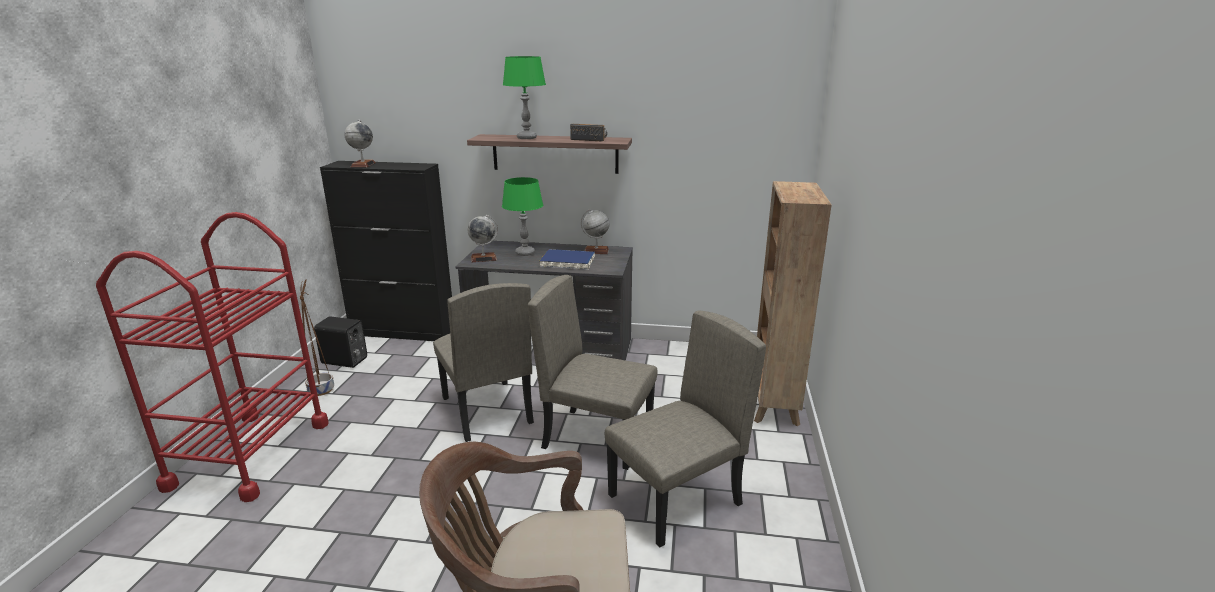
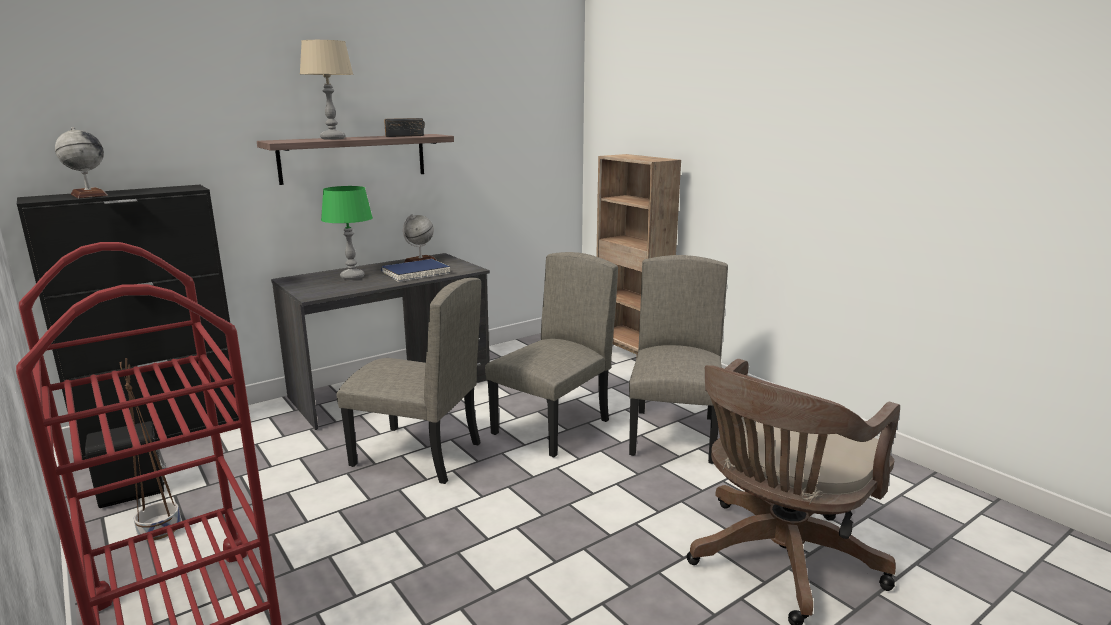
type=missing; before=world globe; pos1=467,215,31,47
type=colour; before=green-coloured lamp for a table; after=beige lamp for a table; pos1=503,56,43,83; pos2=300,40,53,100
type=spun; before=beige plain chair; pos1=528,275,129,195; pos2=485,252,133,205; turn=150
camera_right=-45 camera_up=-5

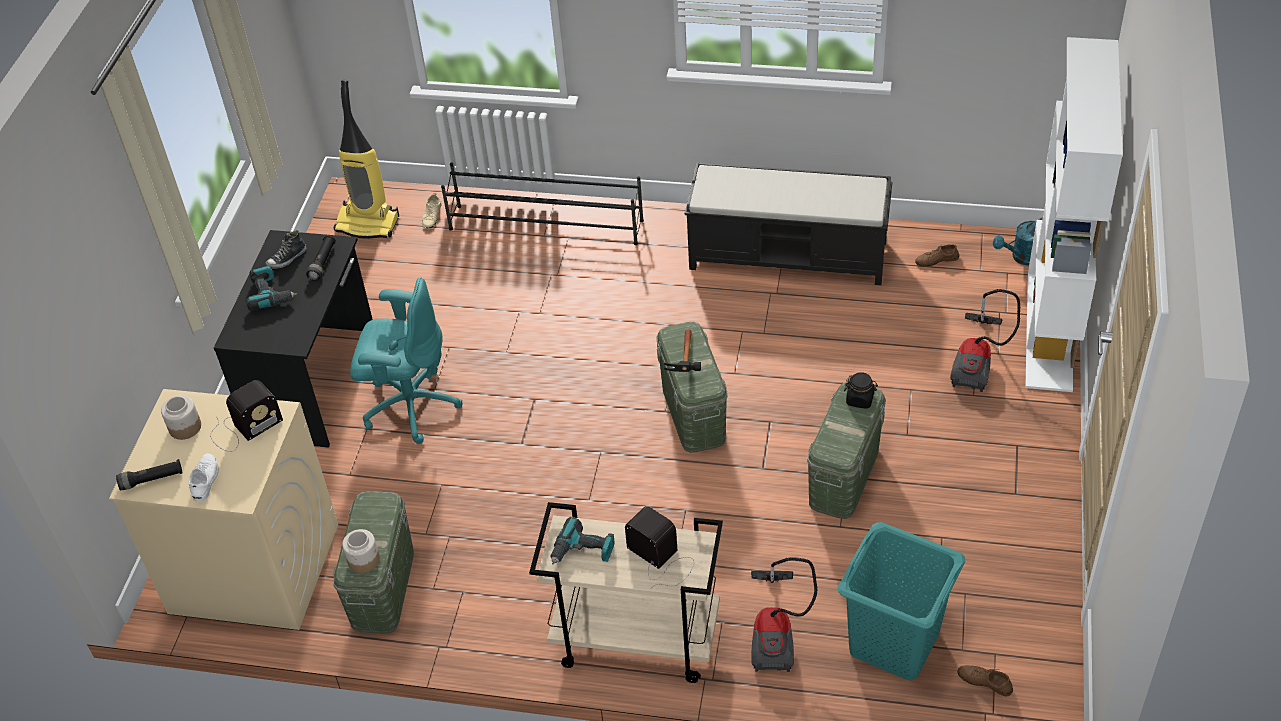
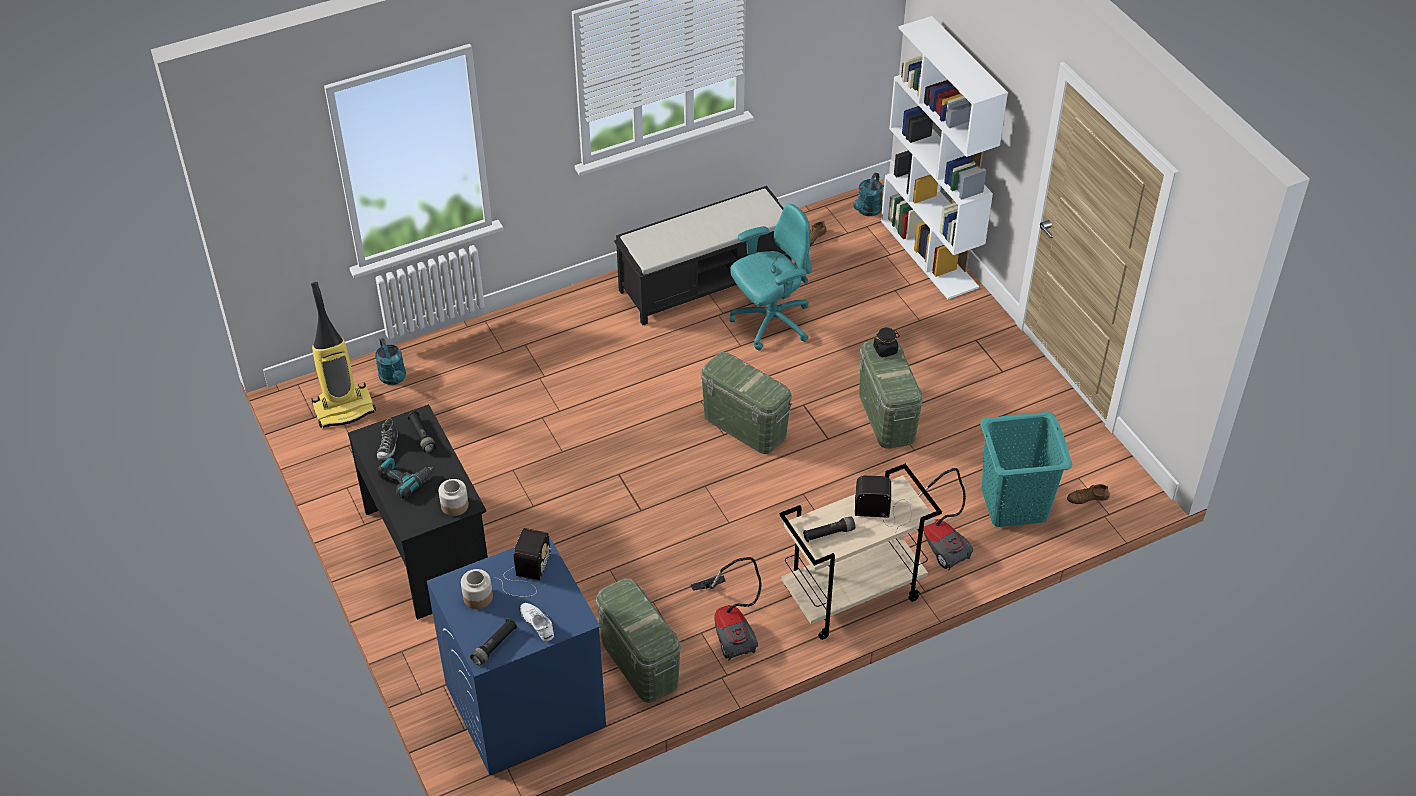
type=colour; before=beige washing machine; after=bluish washing machine; pos1=109,389,229,241; pos2=427,536,179,239
type=relocated; before=storage jar; pos1=342,529,38,44; pos2=439,479,30,37
type=relocated; before=turquoise office chair; pos1=350,278,112,166; pos2=730,204,82,146
type=exchanged; before=beige shoe; after=turquoise sprinkling can; pos1=422,193,20,36; pos2=375,338,31,47
type=missing; before=black shoe rack; pos1=441,163,203,82
type=exchanged; before=power drill; after=black hand torch; pos1=550,517,64,48; pos2=803,517,52,25
type=missing; before=hand hammer; pos1=664,329,37,43
type=relocated; before=hoover; pos1=950,289,70,103; pos2=690,557,72,103
camera_right=-40 camera_up=0

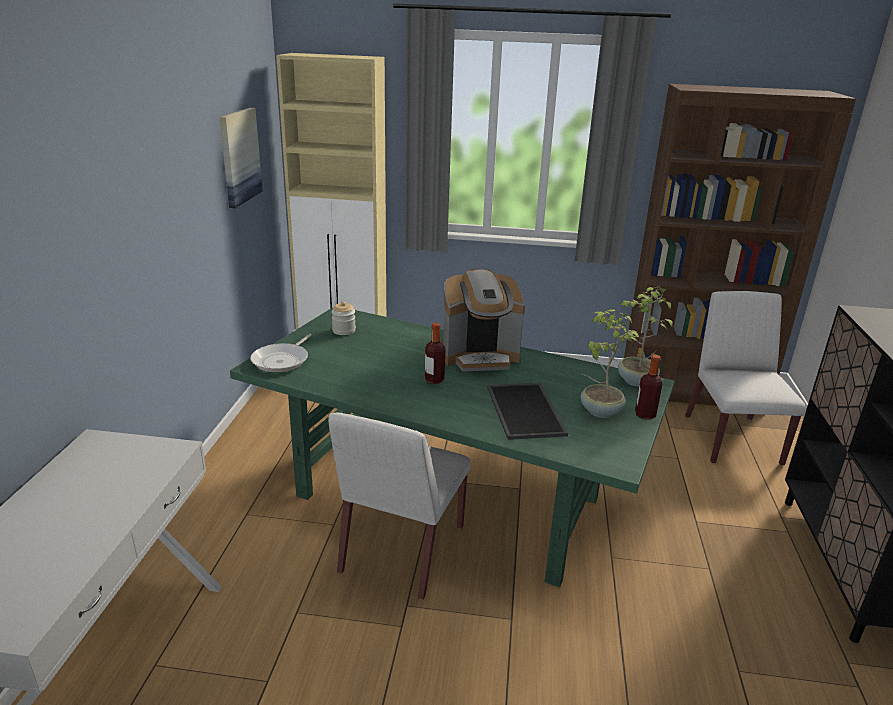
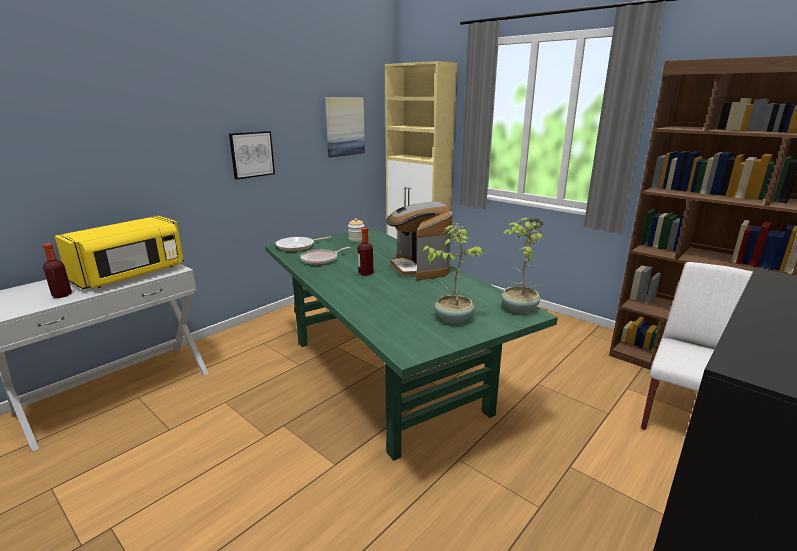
type=missing; before=white-coloured plain chair; pos1=328,413,142,187
type=spun; before=coffee brewer; pos1=443,269,82,103; pos2=386,202,67,78; turn=45
type=missing; before=tray; pos1=487,383,81,57
type=relocated; before=drink bottle; pos1=635,355,28,65; pos2=43,243,29,55
type=appeared; after=yellowish microwave; pos2=55,216,129,73
type=appeared; after=picture; pos2=229,131,46,49
type=appeared; after=frying pan; pos2=300,247,50,18
camera_right=35 camera_up=-5

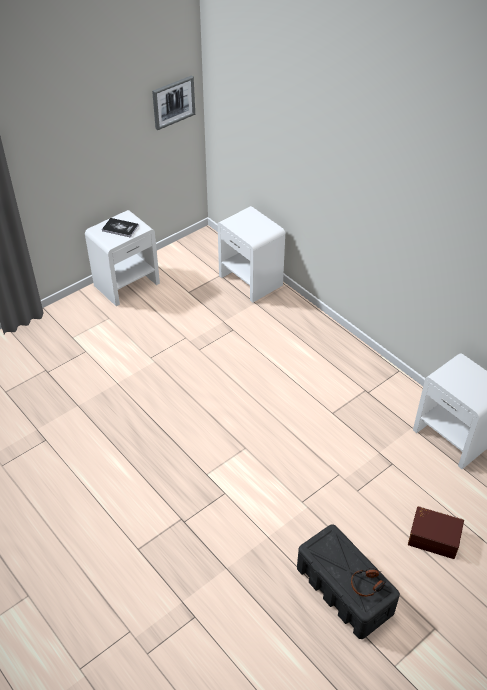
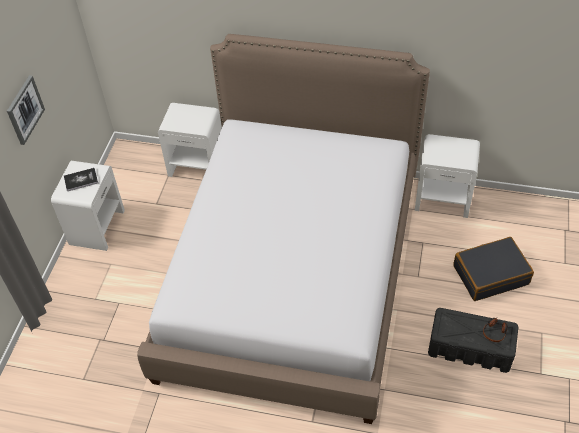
type=relocated; before=picture; pos1=152,75,43,55; pos2=7,75,38,70
type=exchanged; before=brownish storage container; after=black travel case; pos1=408,506,56,53; pos2=453,237,81,64
type=appeared; after=sleeping bed; pos2=137,34,293,390
camera_right=-35 camera_up=5

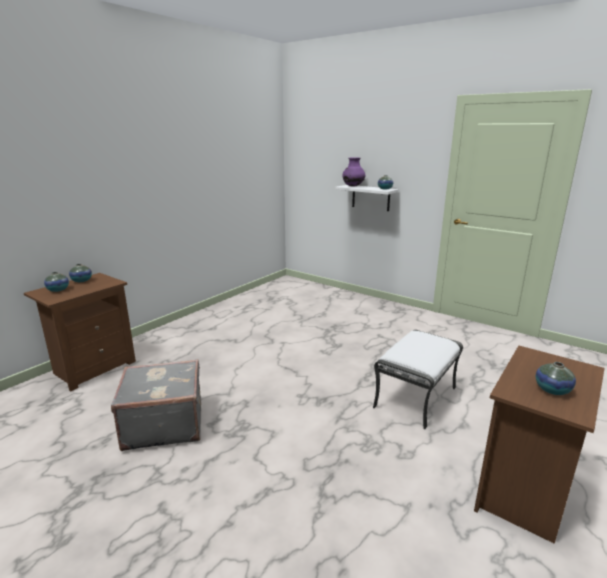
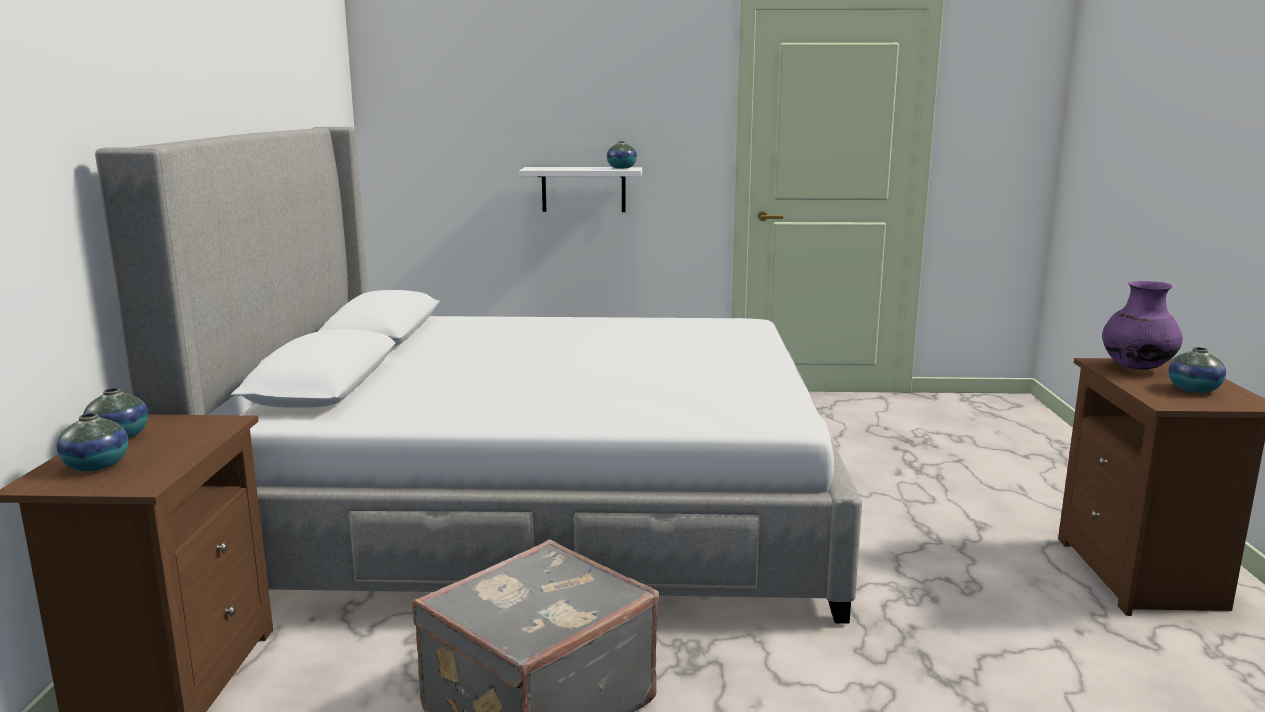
type=relocated; before=purple-coloured decorative vase; pos1=342,158,23,28; pos2=1102,281,81,88
type=missing; before=white-coloured ottoman; pos1=373,330,90,99
type=appeared; after=sleeping bed; pos2=95,127,767,497
camera_right=-35 camera_up=-5

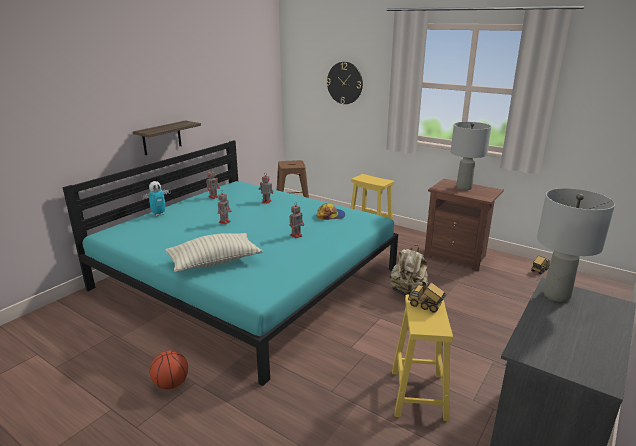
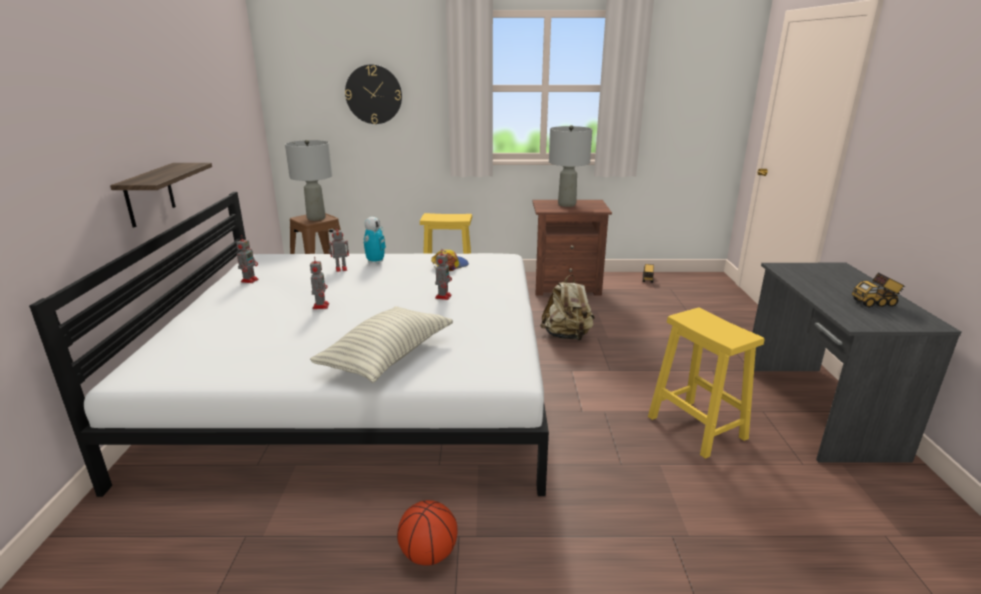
type=colour; before=turquoise sleeping bed; after=white-coloured sleeping bed; pos1=63,140,335,246; pos2=29,192,520,305
type=relocated; before=robot figure; pos1=141,181,30,35; pos2=363,217,23,47
type=relocated; before=toy truck; pos1=408,282,38,30; pos2=852,272,53,36
type=relocated; before=grey lamp for a table; pos1=537,188,78,114; pos2=285,140,47,81
camera_right=-35 camera_up=0

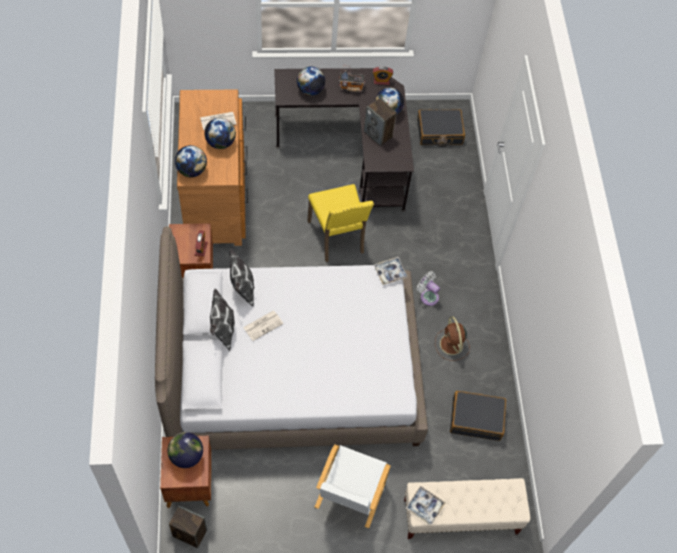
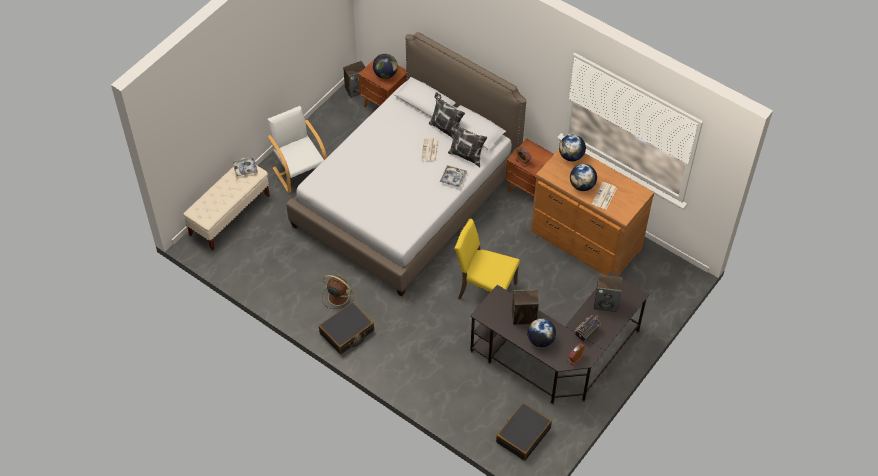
type=exchanged; before=world globe; after=speaker; pos1=297,66,28,30; pos2=594,275,28,37
type=relocated; before=tray; pos1=374,257,34,28; pos2=440,165,27,23
type=missing; before=white-coloured fan; pos1=417,271,23,35
type=relocated; before=black travel case; pos1=450,391,56,50; pos2=319,302,55,52
camera_right=135 camera_up=-5

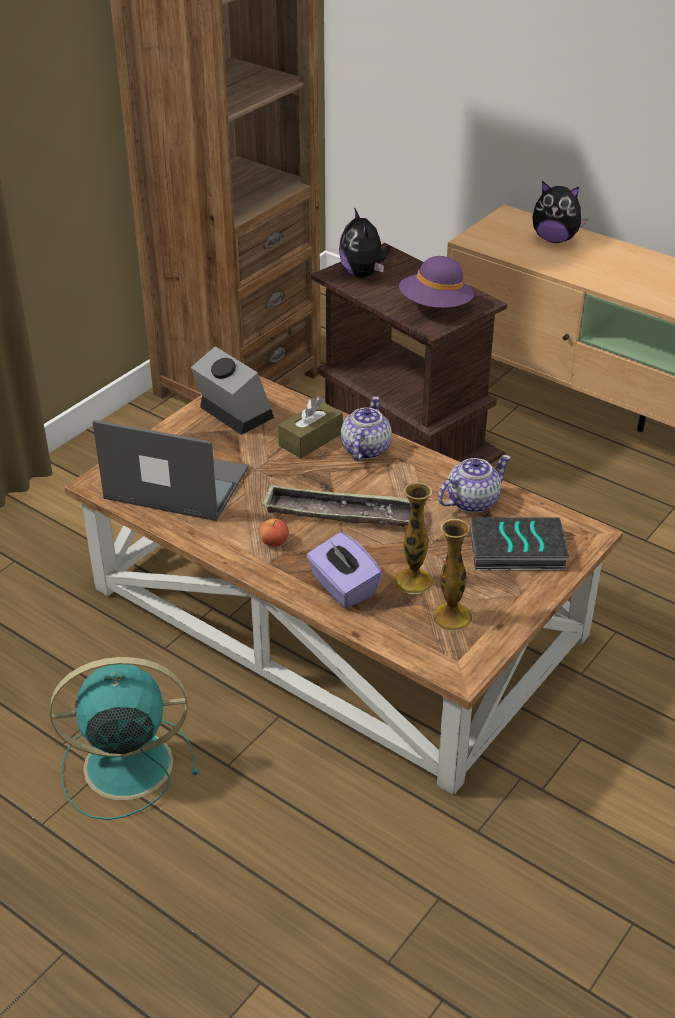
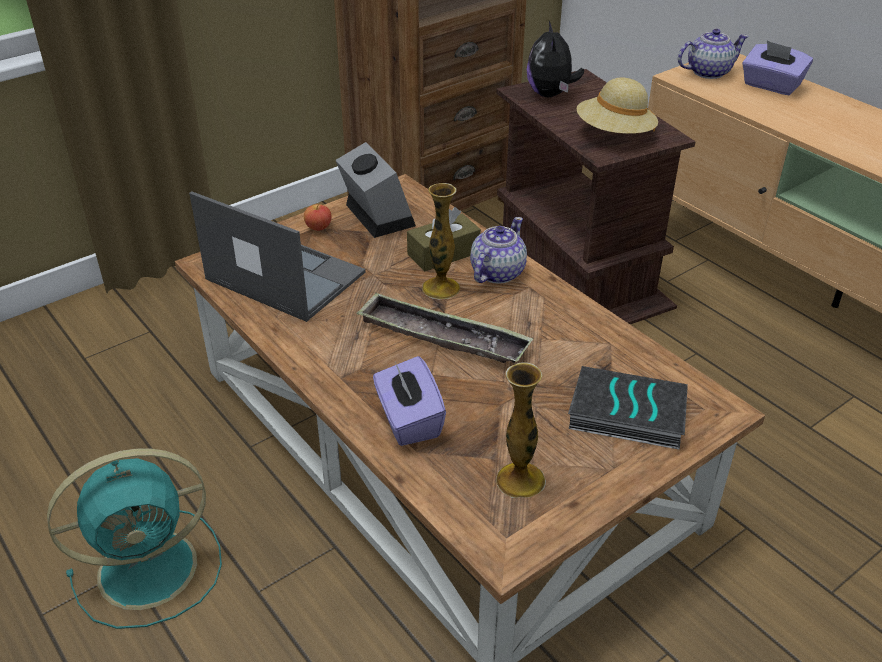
type=spun; before=turquoise fan; pos1=50,657,148,163; pos2=47,448,175,181; turn=150
type=relocated; before=apple; pos1=259,519,30,28; pos2=304,204,28,27
type=relocated; before=decorative vase; pos1=394,482,39,112; pos2=422,183,38,116
type=colour; before=purple-coloured wearable hat; after=beige wearable hat; pos1=399,256,75,52; pos2=577,78,81,56
type=relocated; before=teapot; pos1=438,455,73,58; pos2=678,29,71,50
type=exchanged; before=plush toy; after=purple-coloured box of tissues; pos1=533,181,55,62; pos2=742,41,71,54
camera_right=15 camera_up=0

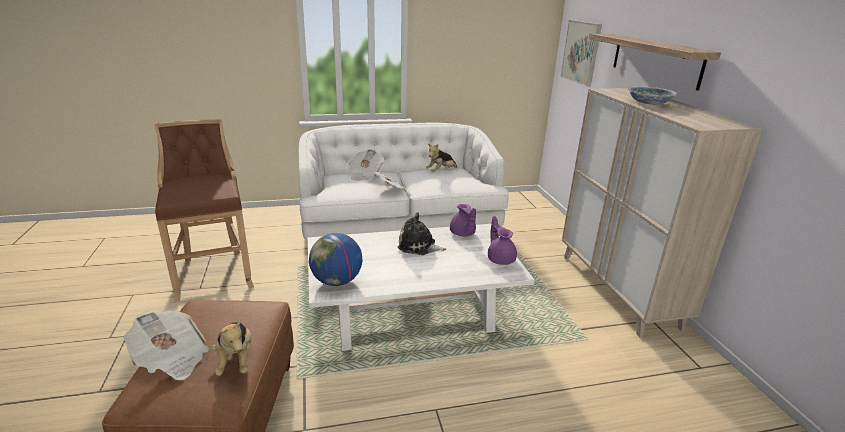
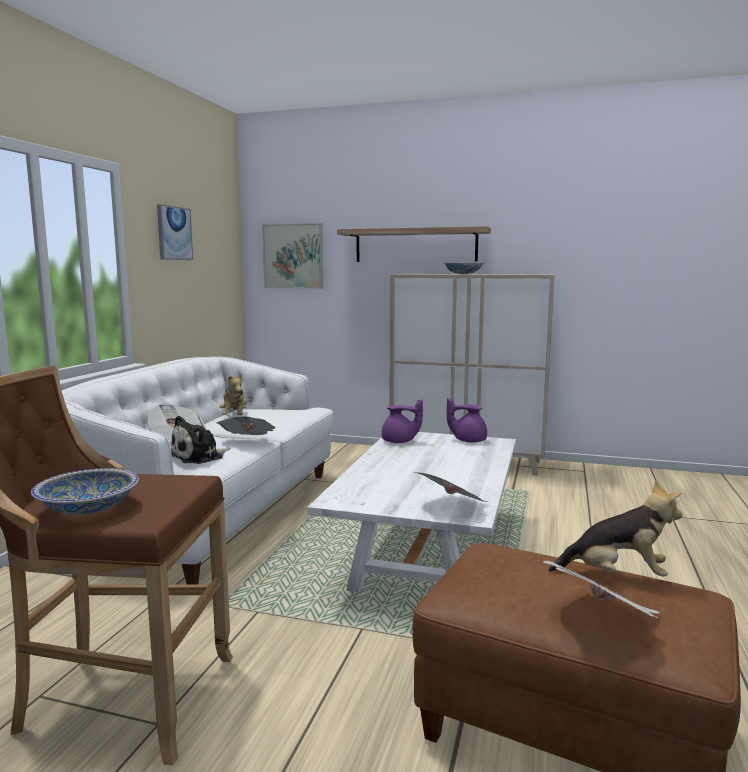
type=exchanged; before=world globe; after=daily paper; pos1=309,233,53,53; pos2=414,472,75,30
type=relocated; before=plush toy; pos1=398,212,49,43; pos2=171,416,59,48
type=appeared; after=serving bowl; pos2=31,468,108,47
type=appeared; after=picture; pos2=157,204,36,56
camera_right=-60 camera_up=-15

